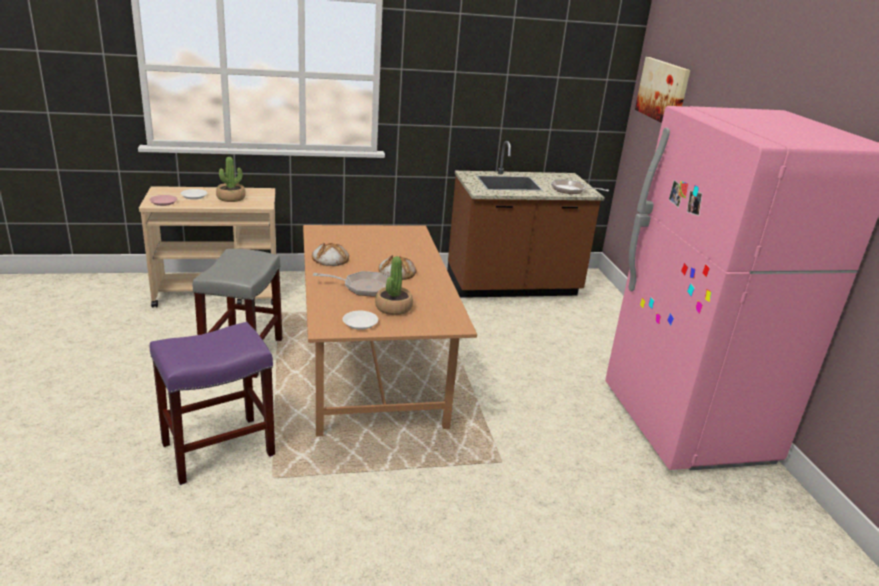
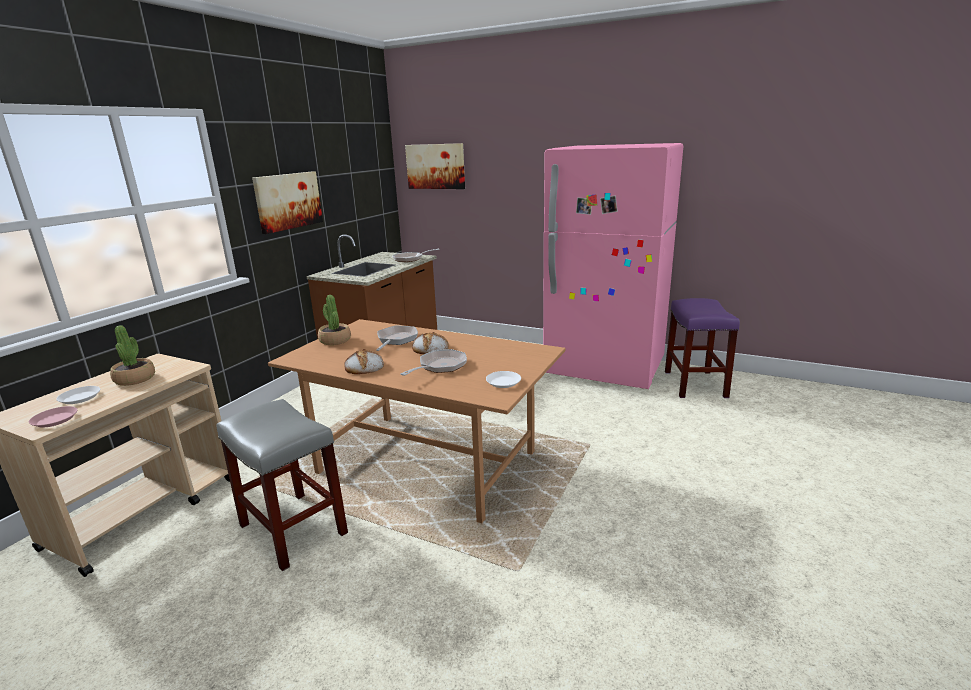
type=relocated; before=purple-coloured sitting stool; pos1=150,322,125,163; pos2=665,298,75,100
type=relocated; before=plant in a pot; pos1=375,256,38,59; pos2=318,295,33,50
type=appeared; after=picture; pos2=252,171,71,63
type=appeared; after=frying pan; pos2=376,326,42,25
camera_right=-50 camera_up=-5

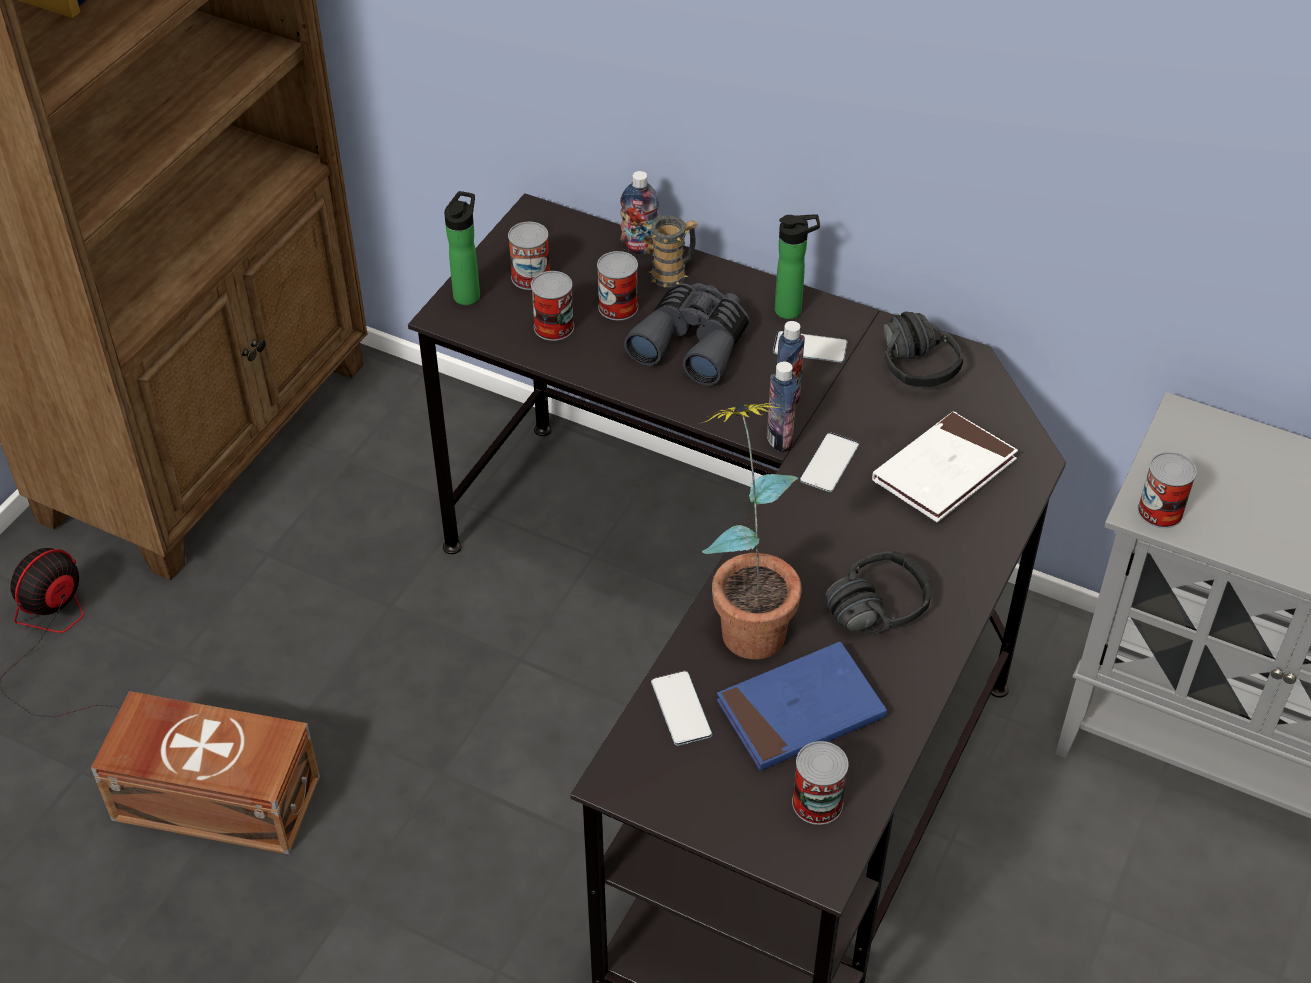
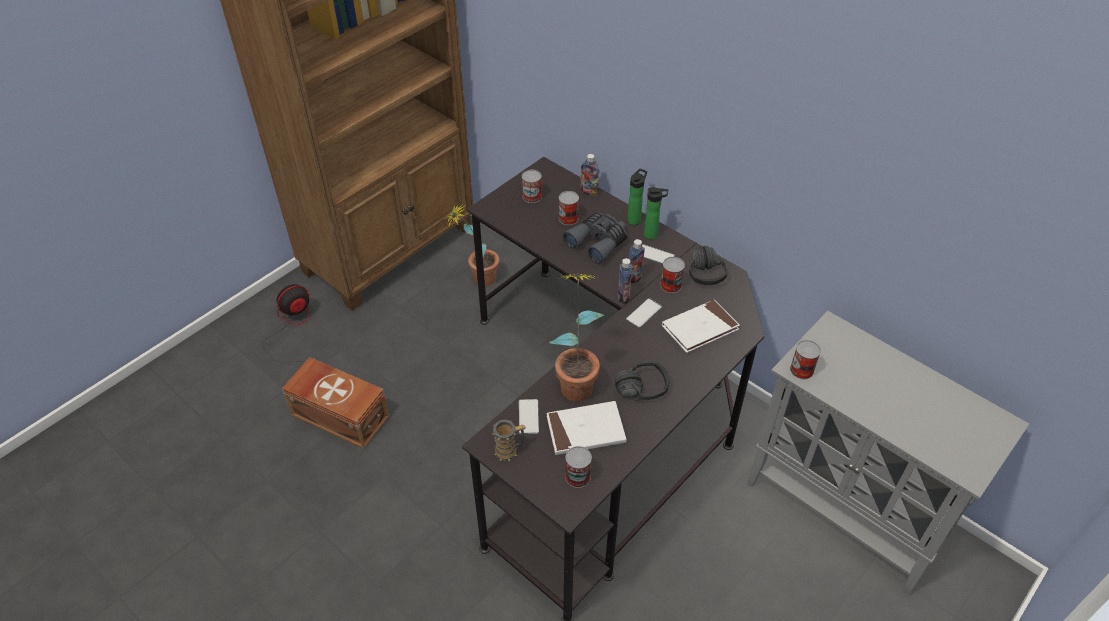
type=relocated; before=drink bottle; pos1=444,191,36,114; pos2=627,169,20,56
type=relocated; before=metal can; pos1=531,271,43,70; pos2=660,257,25,36
type=relocated; before=mug; pos1=648,216,50,72; pos2=492,420,34,41
type=colour; before=bluish bound book; after=white-coloured bound book; pos1=717,642,170,129; pos2=547,401,79,54
type=appeared; after=plant in a pot; pos2=446,204,53,82
camera_right=15 camera_up=0

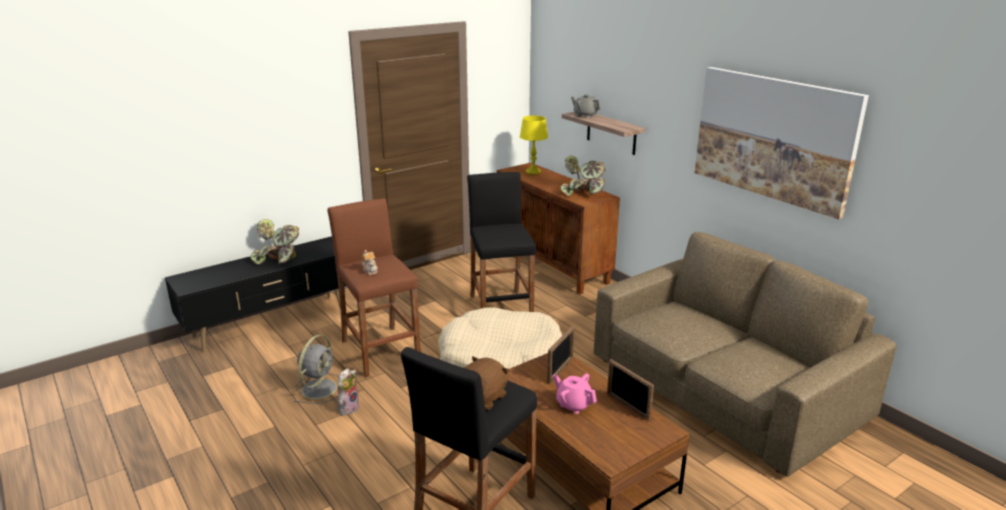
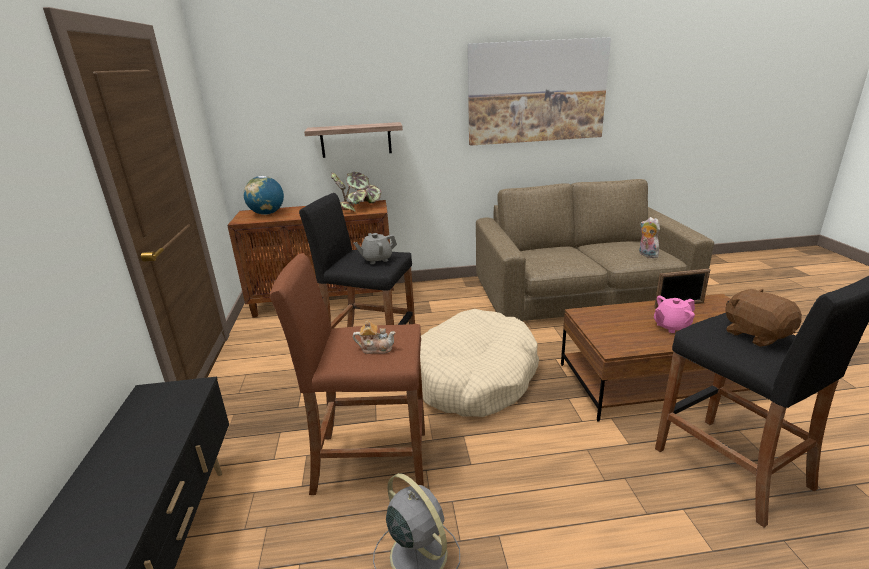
type=missing; before=plant in a pot; pos1=251,219,48,46
type=relocated; before=plush toy; pos1=338,368,22,48; pos2=639,217,21,41
type=exchanged; before=yellowish lamp for a table; after=world globe; pos1=520,116,28,59; pos2=243,176,41,39
type=missing; before=photo frame; pos1=547,326,27,58
type=relocated; before=grey teapot; pos1=571,94,30,24; pos2=353,233,44,31
camera_right=-60 camera_up=0

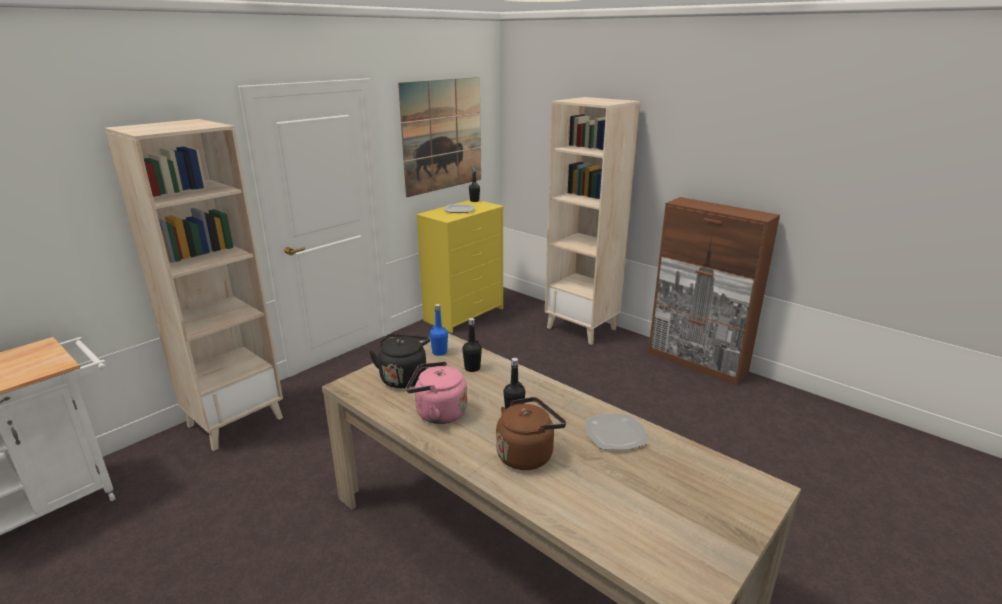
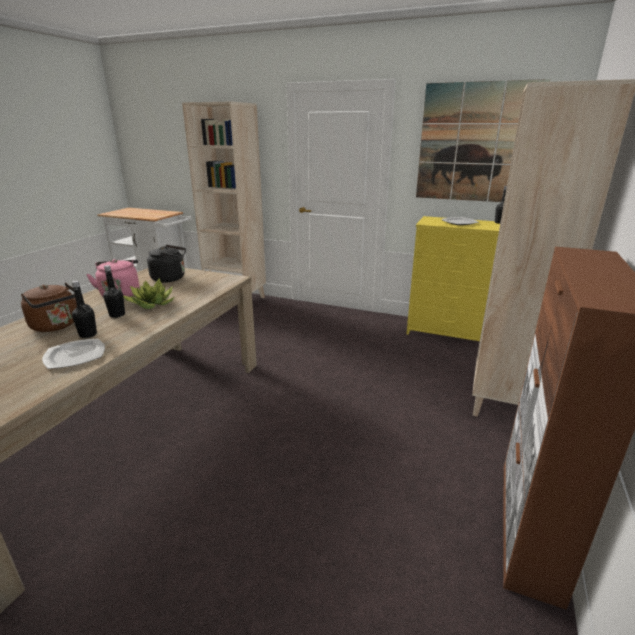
type=missing; before=bluish drink bottle; pos1=430,304,18,52
type=relocated; before=black drink bottle; pos1=462,318,20,54; pos2=72,281,25,57
type=appeared; after=plant in a pot; pos2=123,278,52,31
camera_right=70 camera_up=0

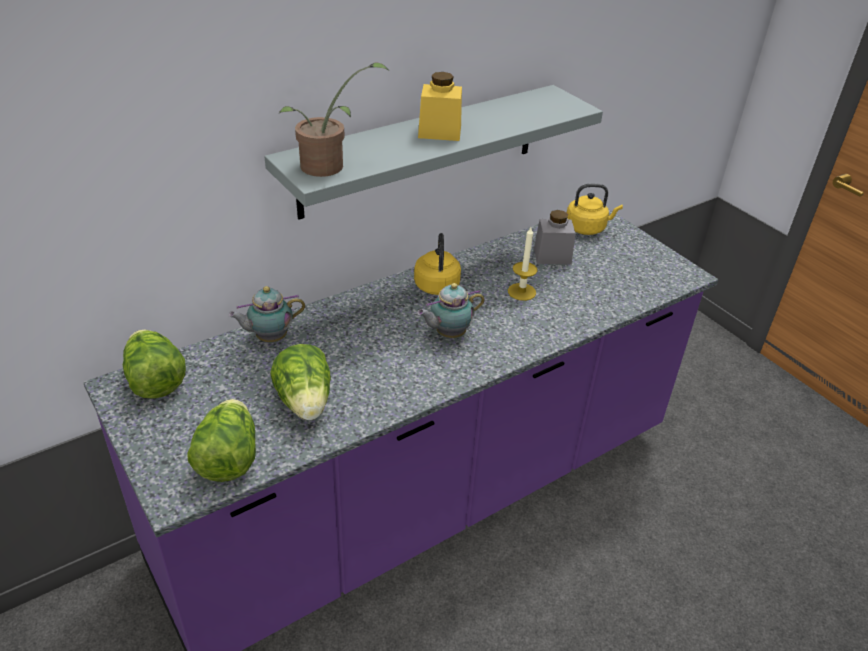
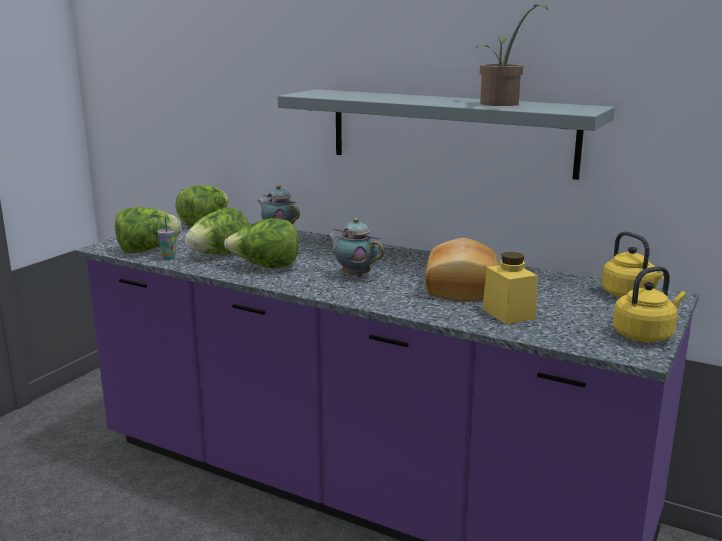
type=relocated; before=plant in a pot; pos1=279,62,109,115; pos2=476,4,72,102
type=relocated; before=yellowish tea kettle; pos1=414,233,47,62; pos2=613,266,73,76
type=relocated; before=yellowish storage jar; pos1=418,72,44,69; pos2=482,252,55,72
type=exchanged; before=wax candle; after=baked bread; pos1=508,227,29,74; pos2=425,238,73,64
type=missing; before=grey storage jar; pos1=534,210,42,55
type=appeared; after=cup; pos2=158,217,18,43
type=appeared; after=lettuce head; pos2=224,218,75,50
camera_right=65 camera_up=-20

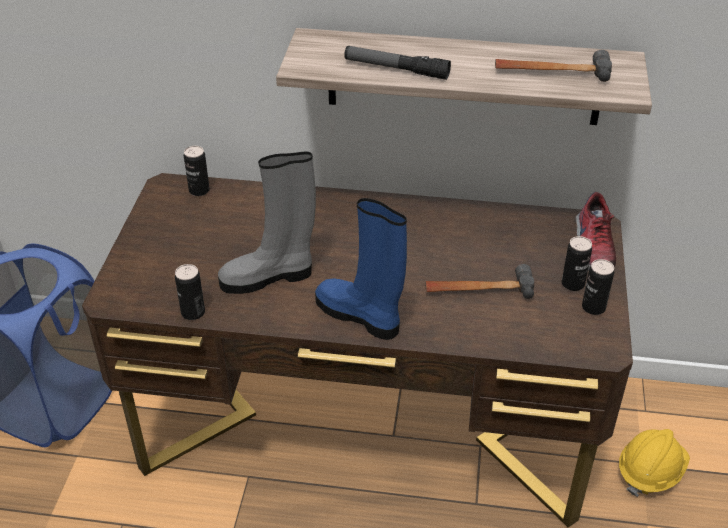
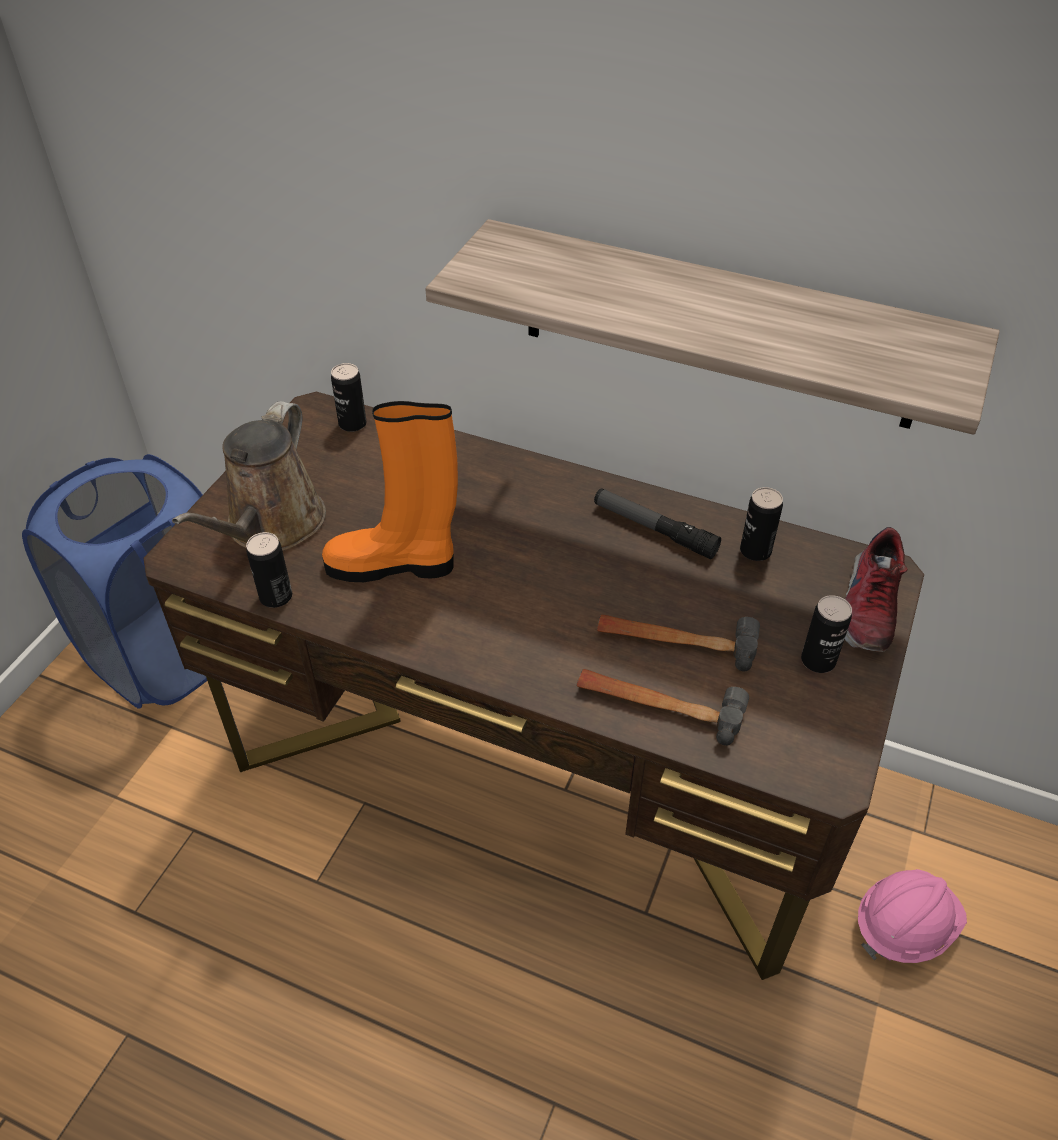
type=colour; before=grey boot; after=orange-coloured boot; pos1=218,152,98,142; pos2=322,401,136,181
type=missing; before=bluish boot; pos1=315,198,92,142
type=relocated; before=hand torch; pos1=344,46,107,34; pos2=594,488,127,71
type=relocated; before=hand hammer; pos1=495,50,117,32; pos2=576,669,173,77
type=relocated; before=metal can; pos1=582,259,32,56; pos2=740,487,43,74
type=colour; before=yellowish work helmet; after=pink work helmet; pos1=619,429,71,68; pos2=858,869,109,94
type=appeared; after=brownish sprinkling can; pos2=172,401,154,150
camera_right=15 camera_up=5

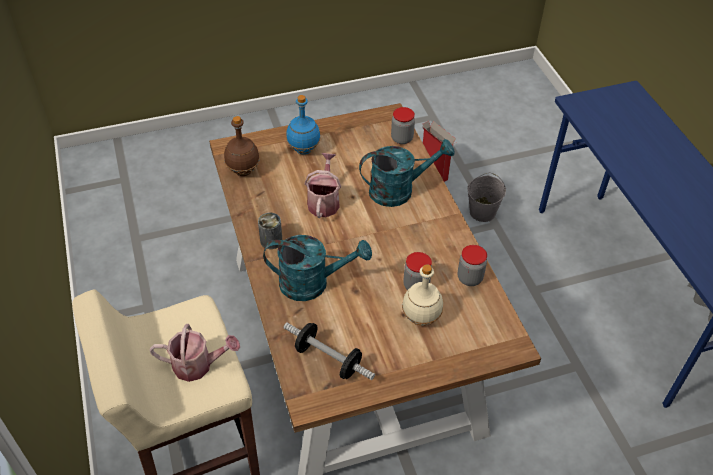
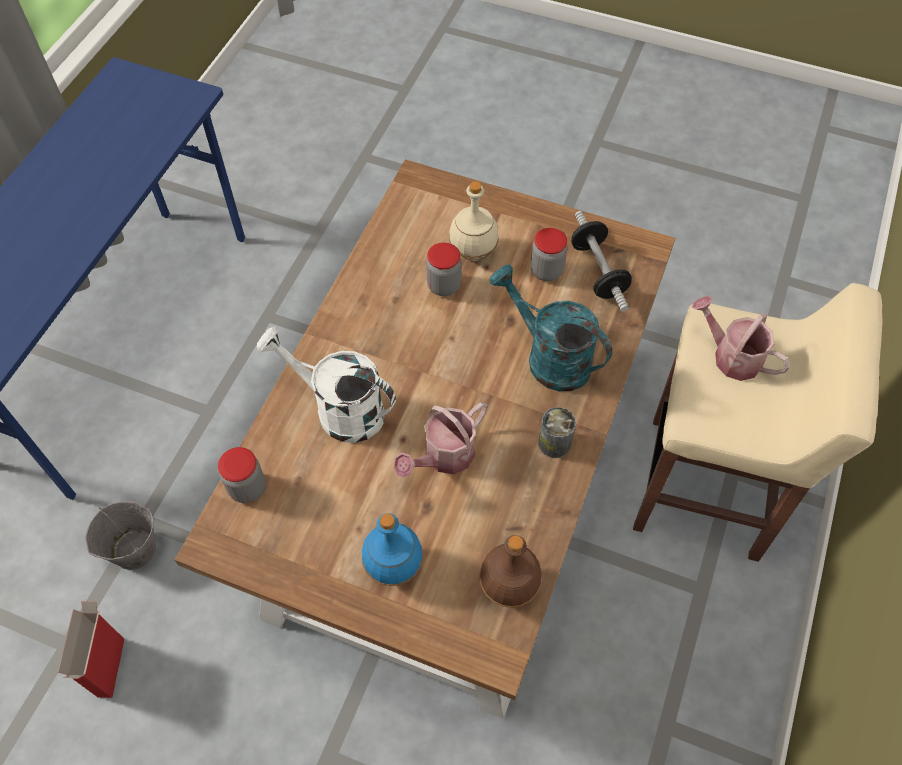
type=colour; before=turquoise sprinkling can; after=white-coloured sprinkling can; pos1=359,139,96,68; pos2=257,327,139,116
type=relocated; before=storage jar; pos1=458,245,29,41; pos2=531,228,36,53
camera_right=-140 camera_up=10

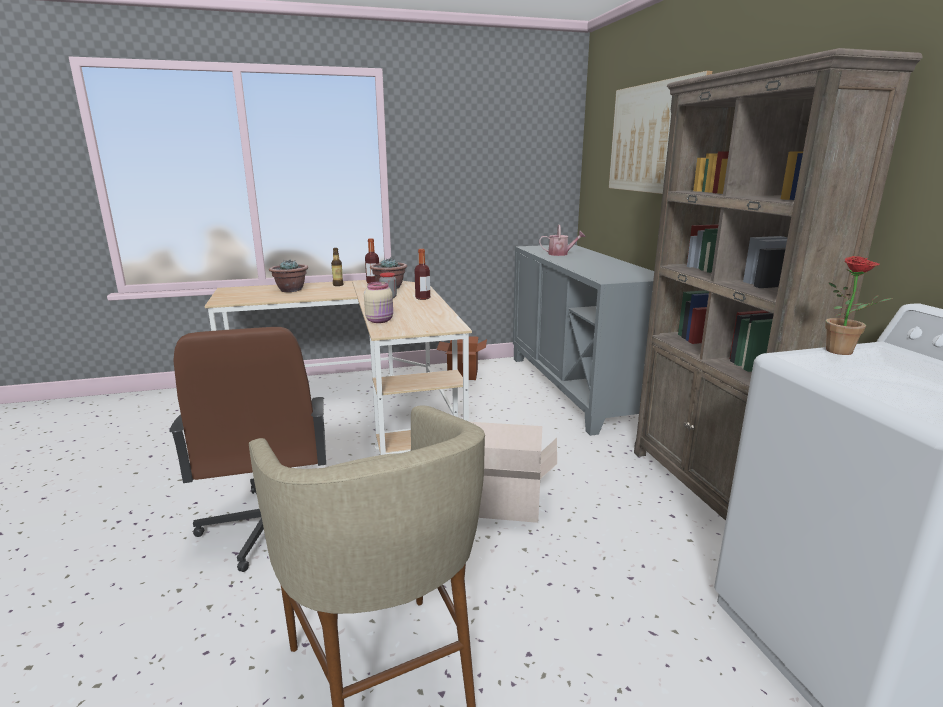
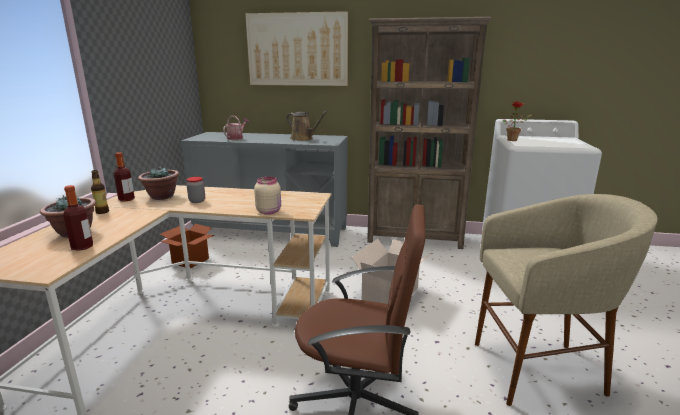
type=relocated; before=drink bottle; pos1=414,249,16,51; pos2=63,185,30,66
type=appeared; after=brownish sprinkling can; pos2=286,111,42,30
camera_right=-65 camera_up=0

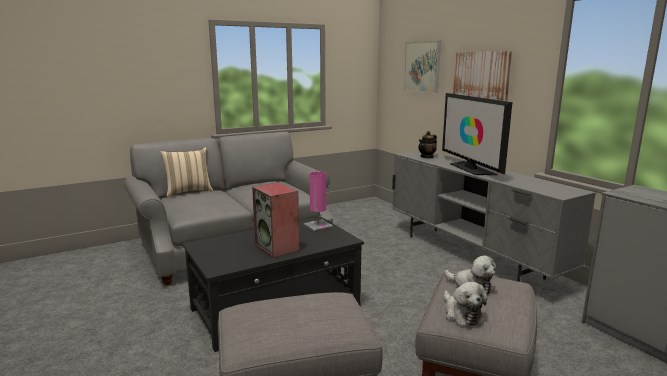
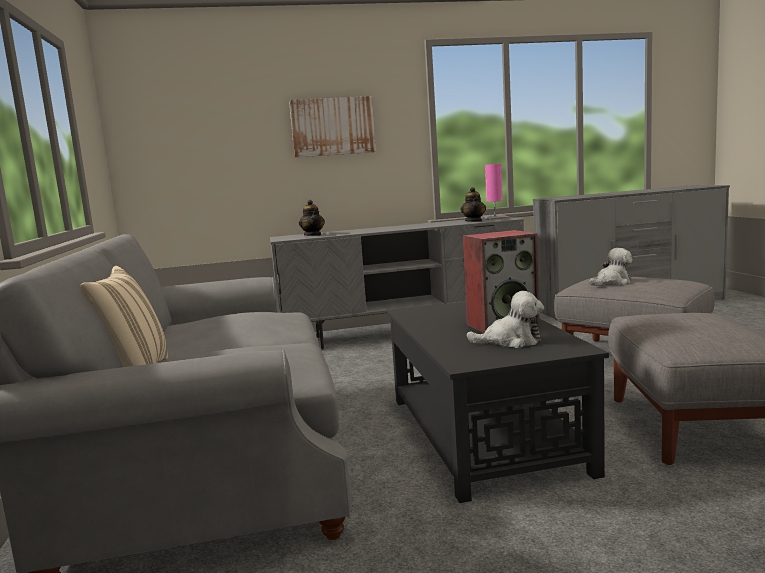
type=relocated; before=pink lamp for a table; pos1=304,172,29,59; pos2=481,164,28,56
type=missing; before=picture; pos1=404,41,37,52
type=missing; before=television; pos1=442,93,70,82
type=relocated; before=plush toy; pos1=444,282,43,45; pos2=466,291,78,57
type=appeared; after=teapot; pos2=460,187,26,35
camera_right=-70 camera_up=-5

